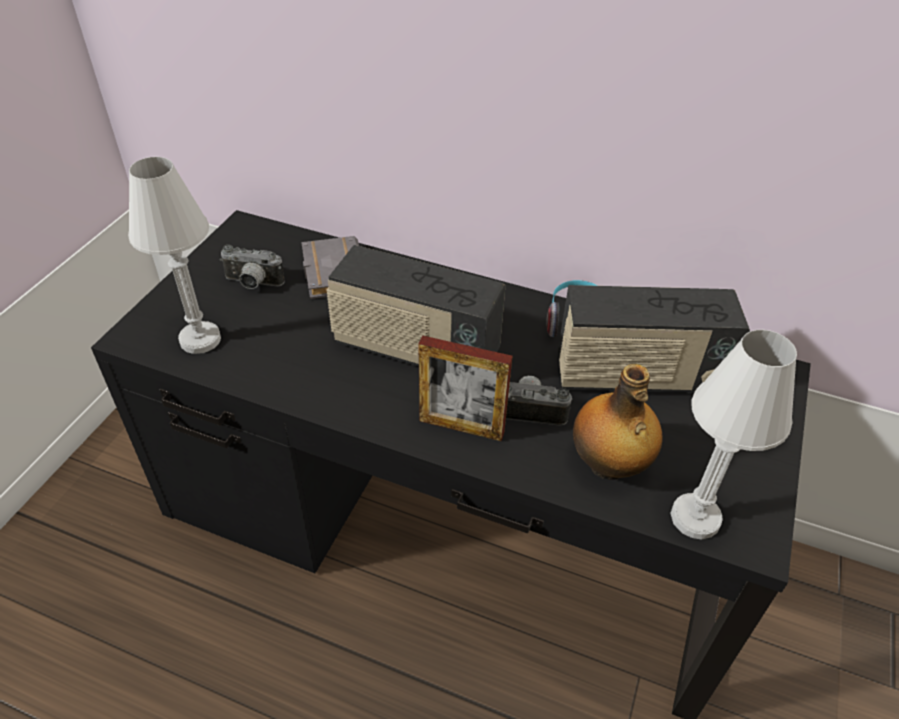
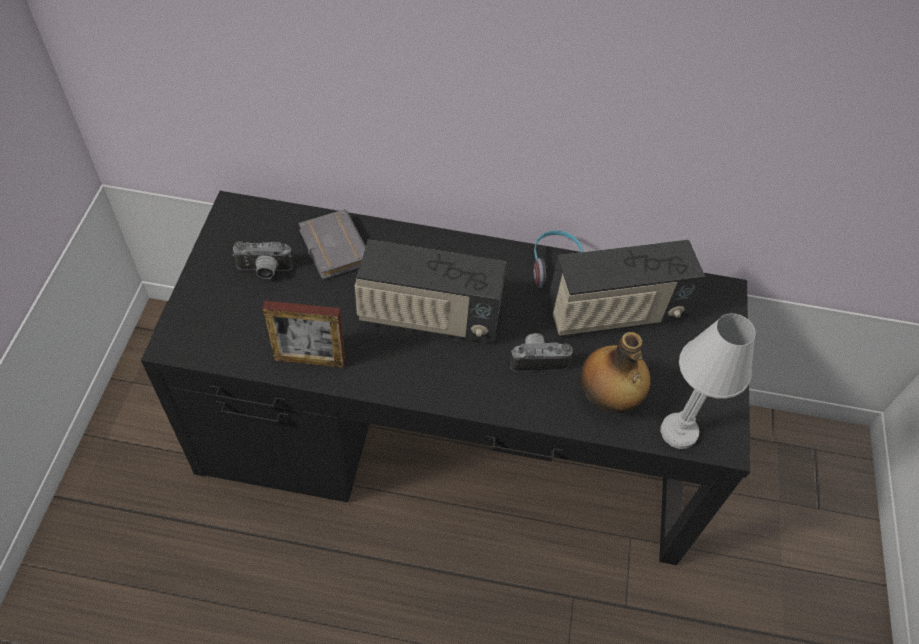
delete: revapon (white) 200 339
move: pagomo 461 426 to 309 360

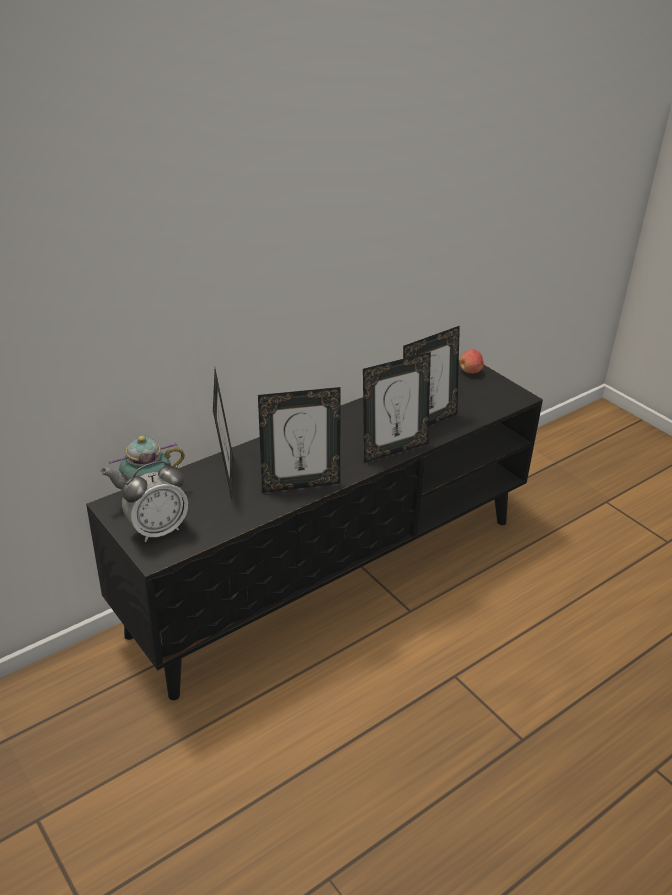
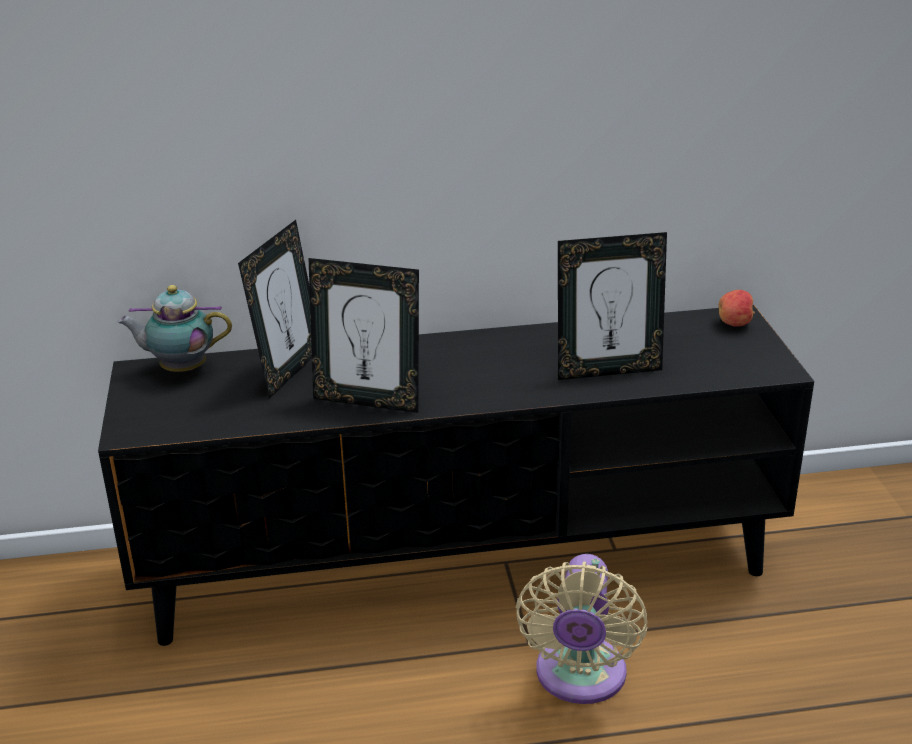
delete: pagomo 393 449; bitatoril 158 530
insert: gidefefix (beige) 579 679

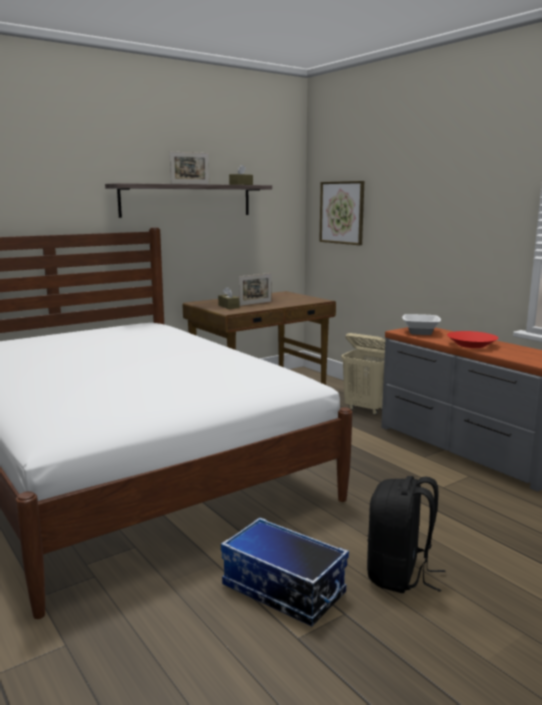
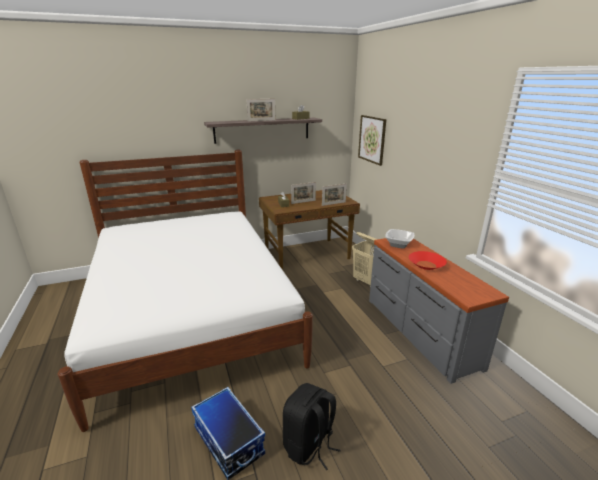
insert: pagomo 333 204

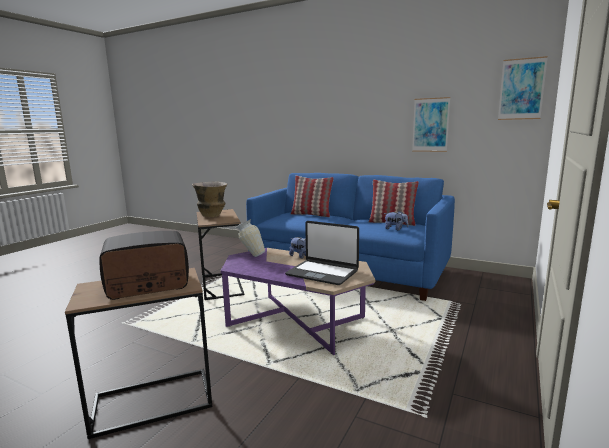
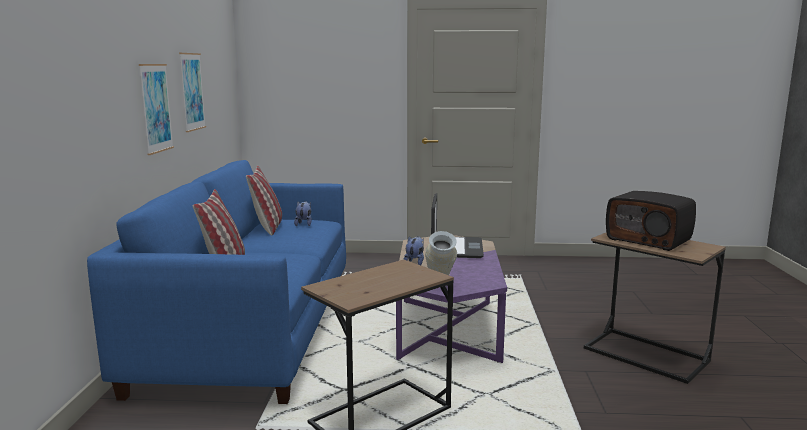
delete: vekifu 212 215
move: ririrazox 521 89 to 156 108

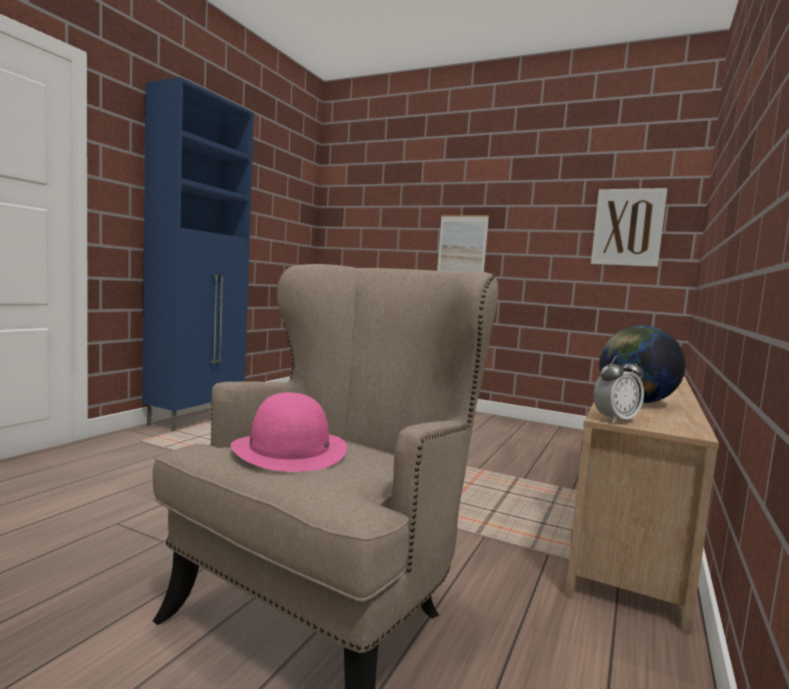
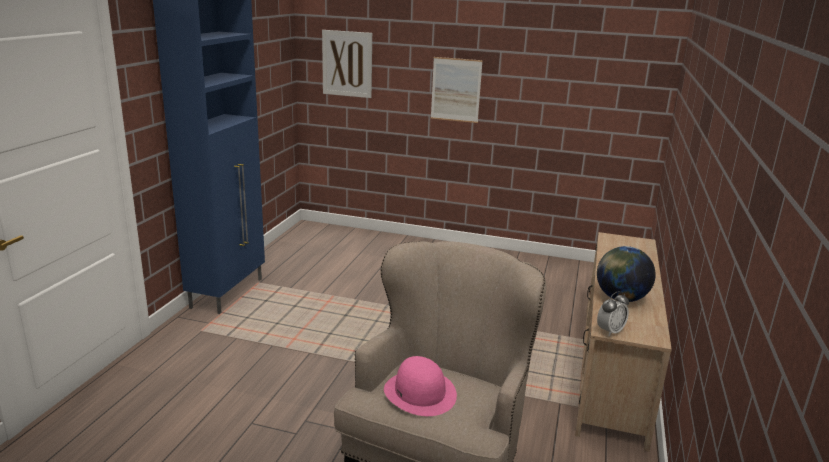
move: ririrazox 627 227 to 347 64

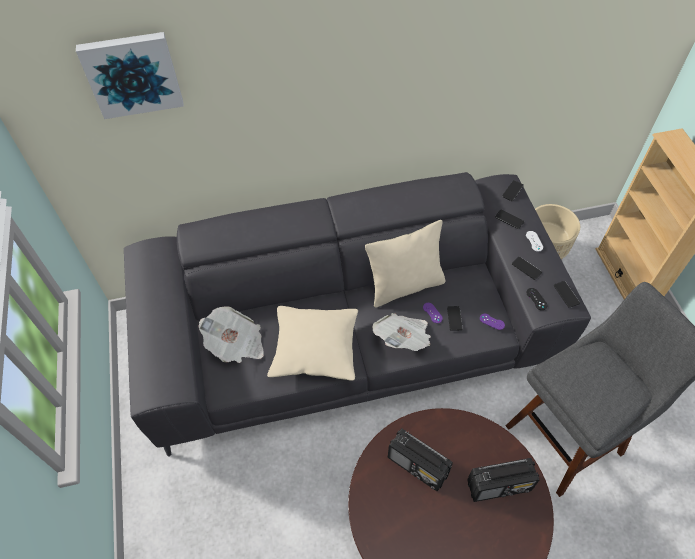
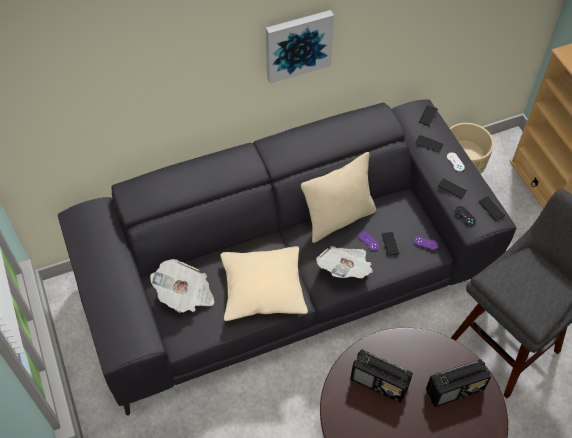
move: ririrazox 132 74 to 298 44

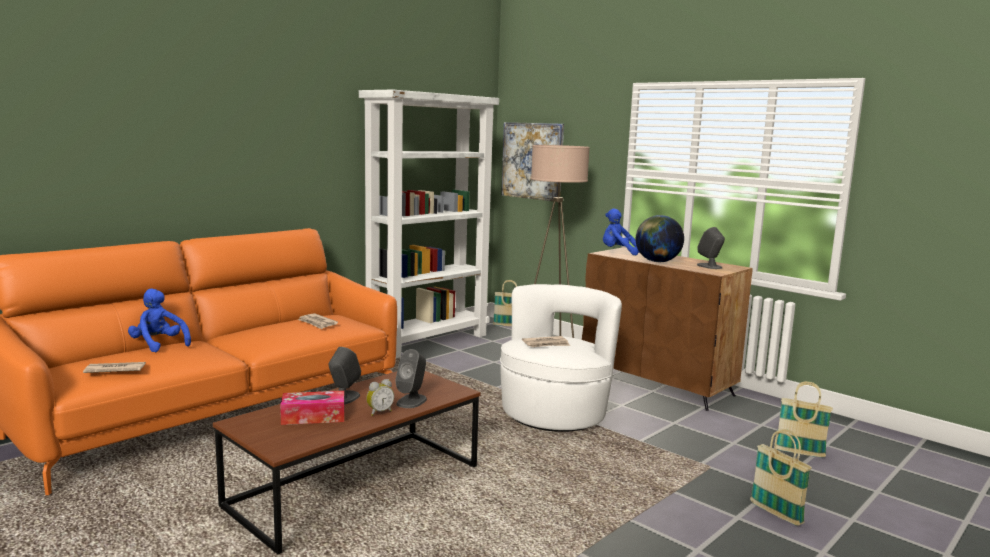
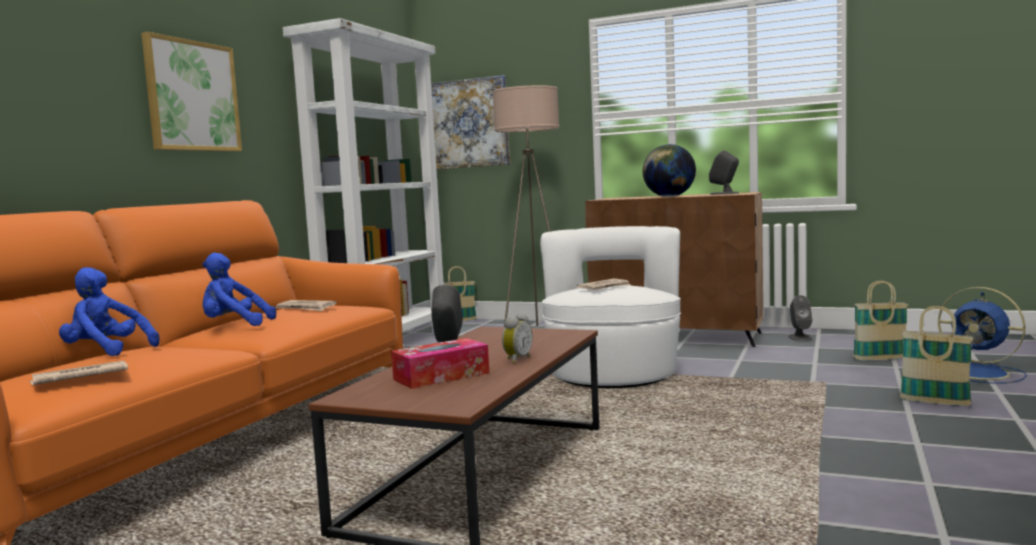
insert: ririrazox 192 96; gidefefix (blue) 981 373
move: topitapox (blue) 618 253 to 234 325; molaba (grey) 412 401 to 800 337

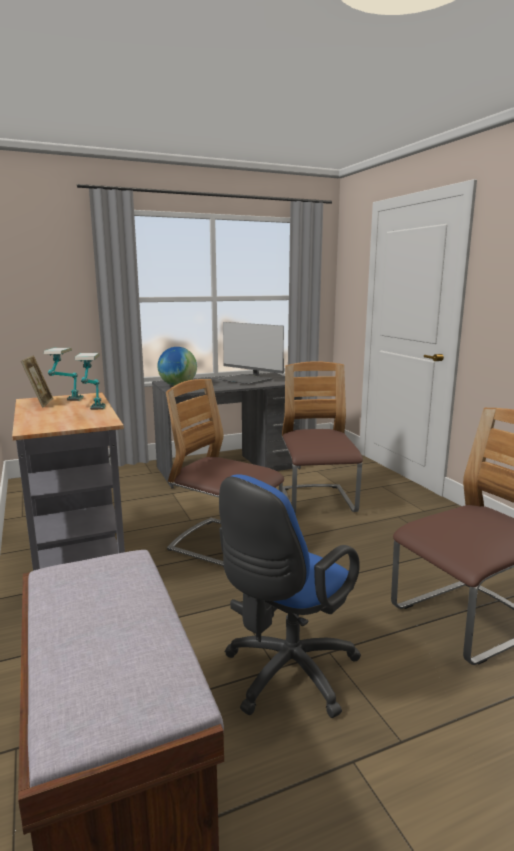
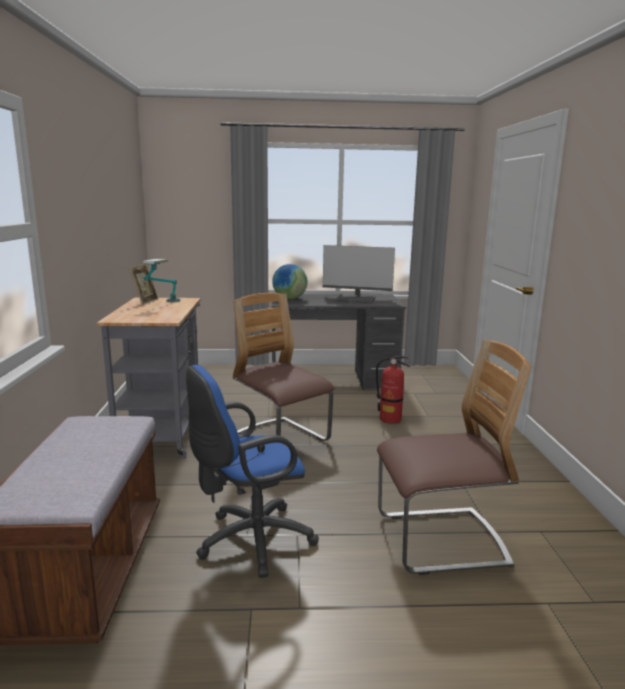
delete: revapon 94 413
replace: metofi 317 502 to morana 390 419
rotate: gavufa 246 380 = 355 299 45 degrees counterclockwise

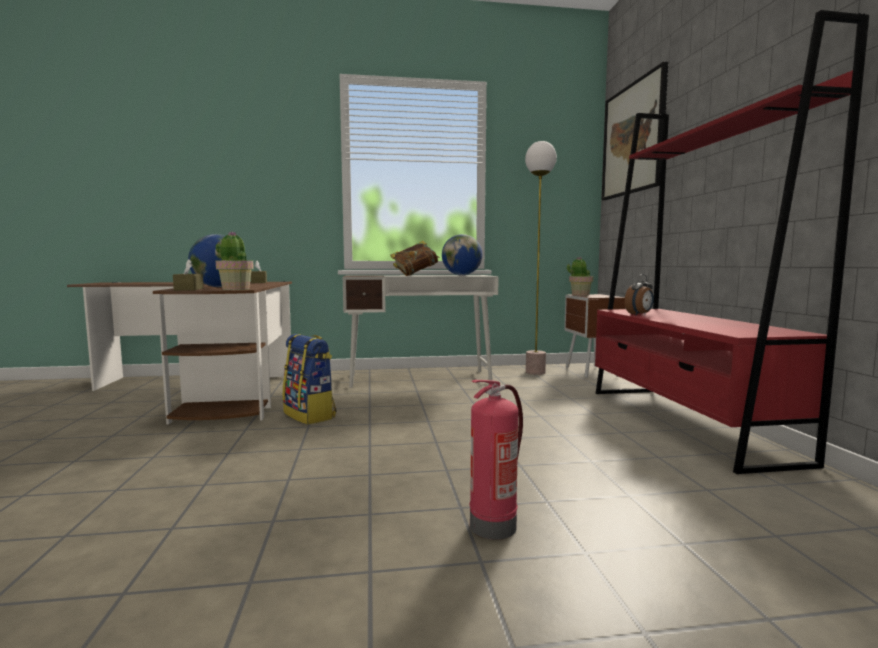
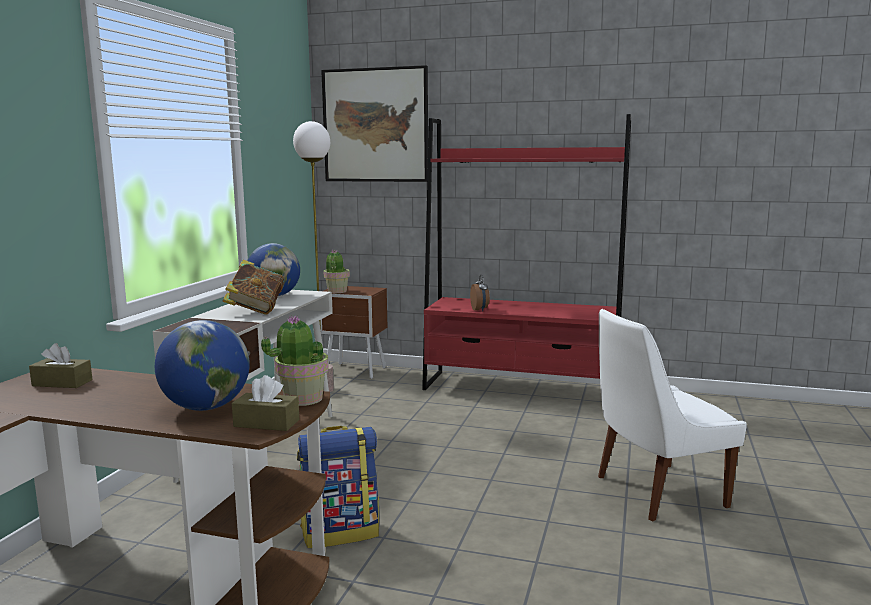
replace: morana 494 525 to metofi (white) 655 492

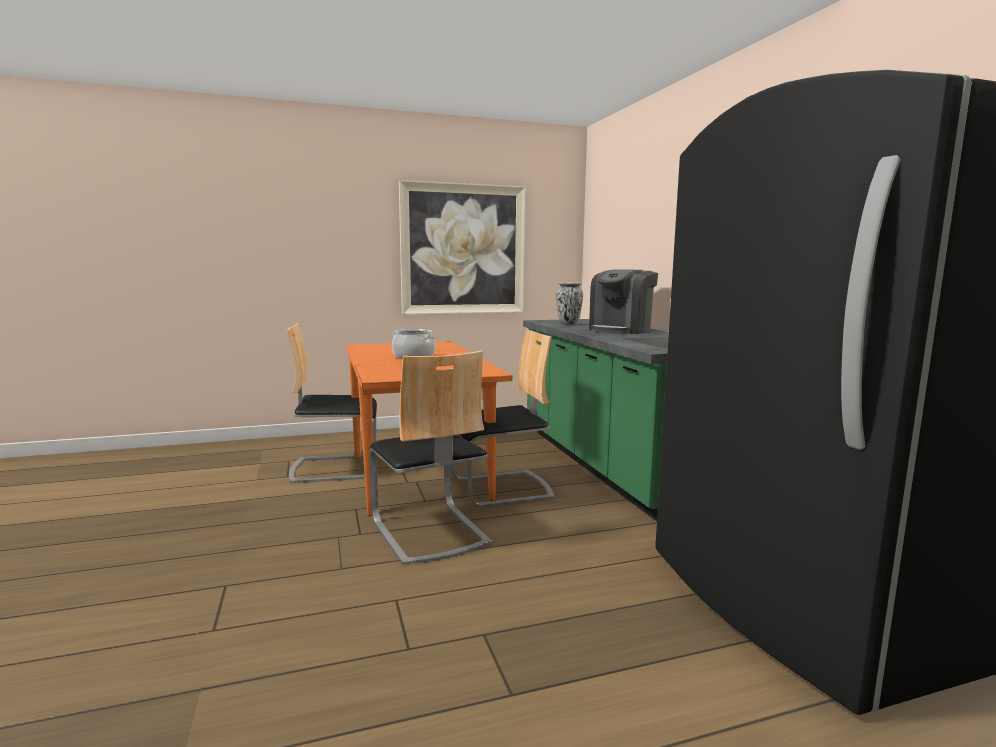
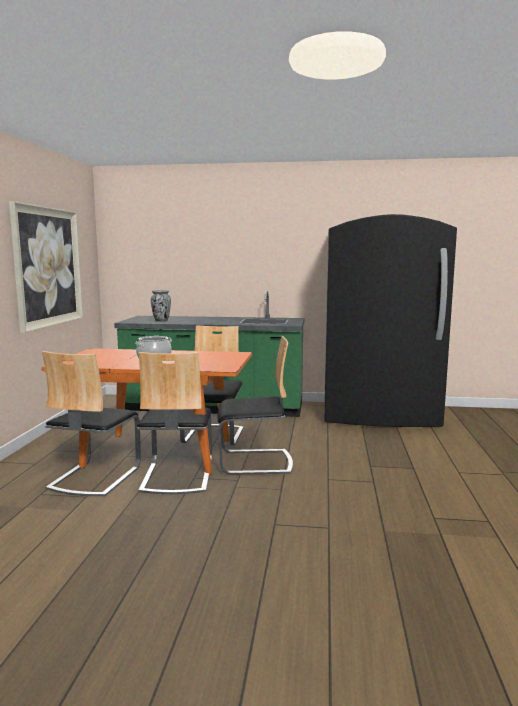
delete: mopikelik 621 330
insert: metofi 176 476

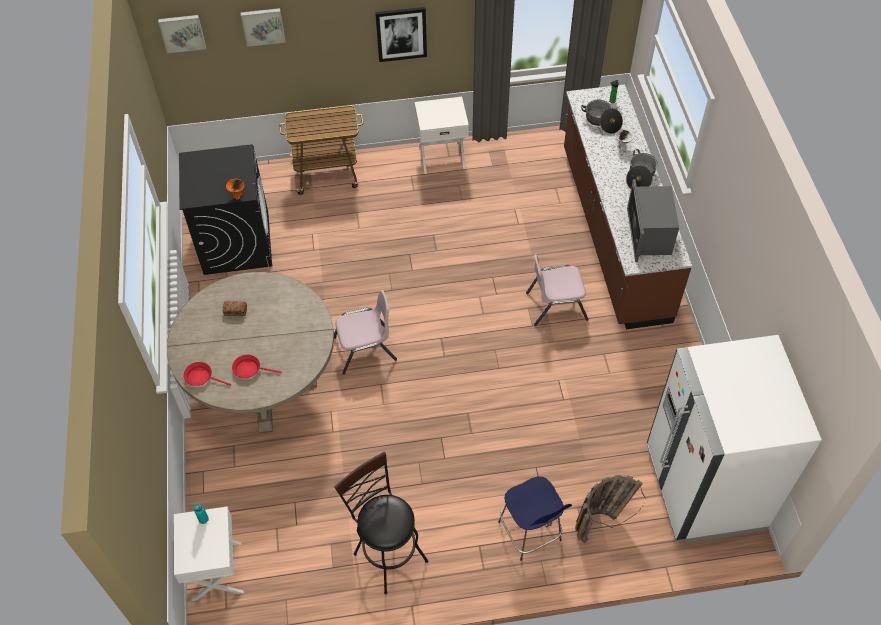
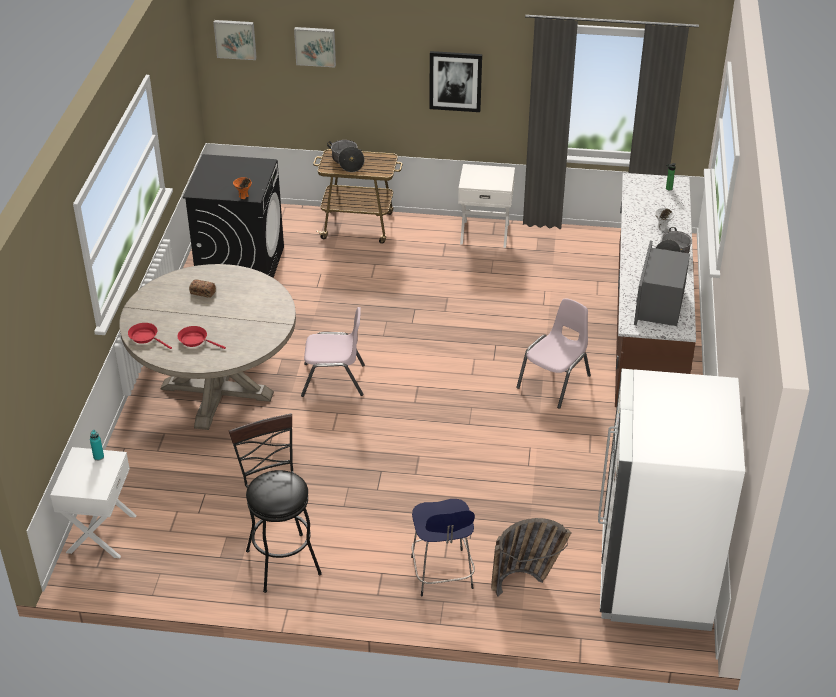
move: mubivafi 602 121 to 347 162
rotate: metofi (pink) 556 305 = 555 382 120 degrees clockwise

